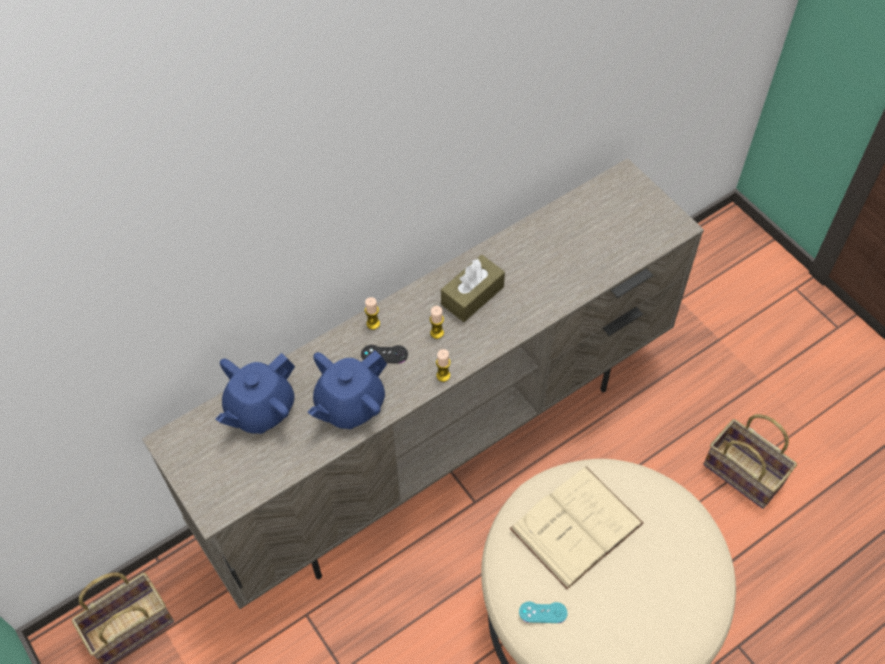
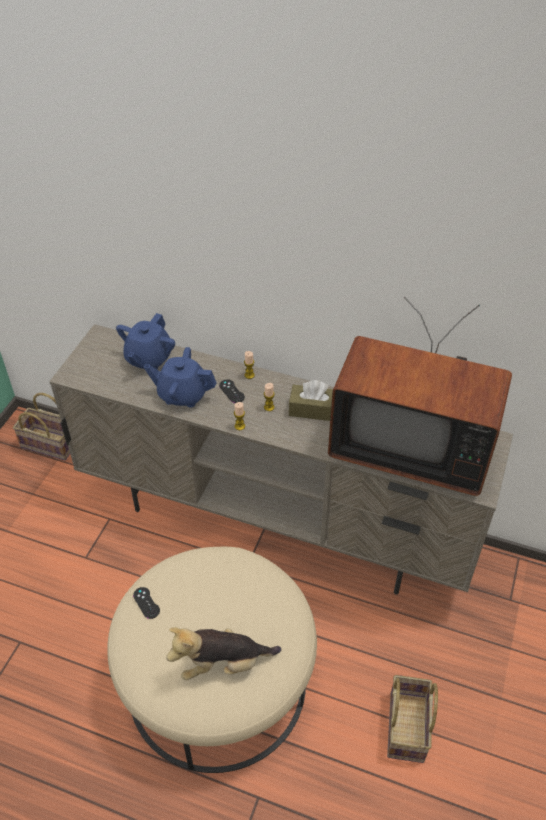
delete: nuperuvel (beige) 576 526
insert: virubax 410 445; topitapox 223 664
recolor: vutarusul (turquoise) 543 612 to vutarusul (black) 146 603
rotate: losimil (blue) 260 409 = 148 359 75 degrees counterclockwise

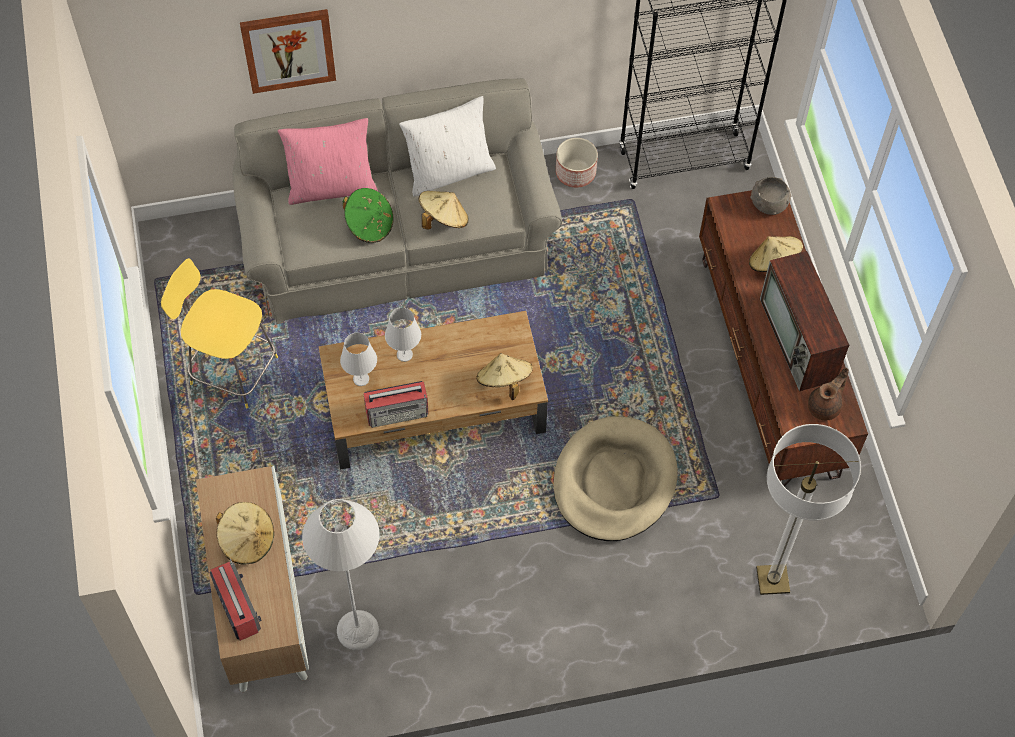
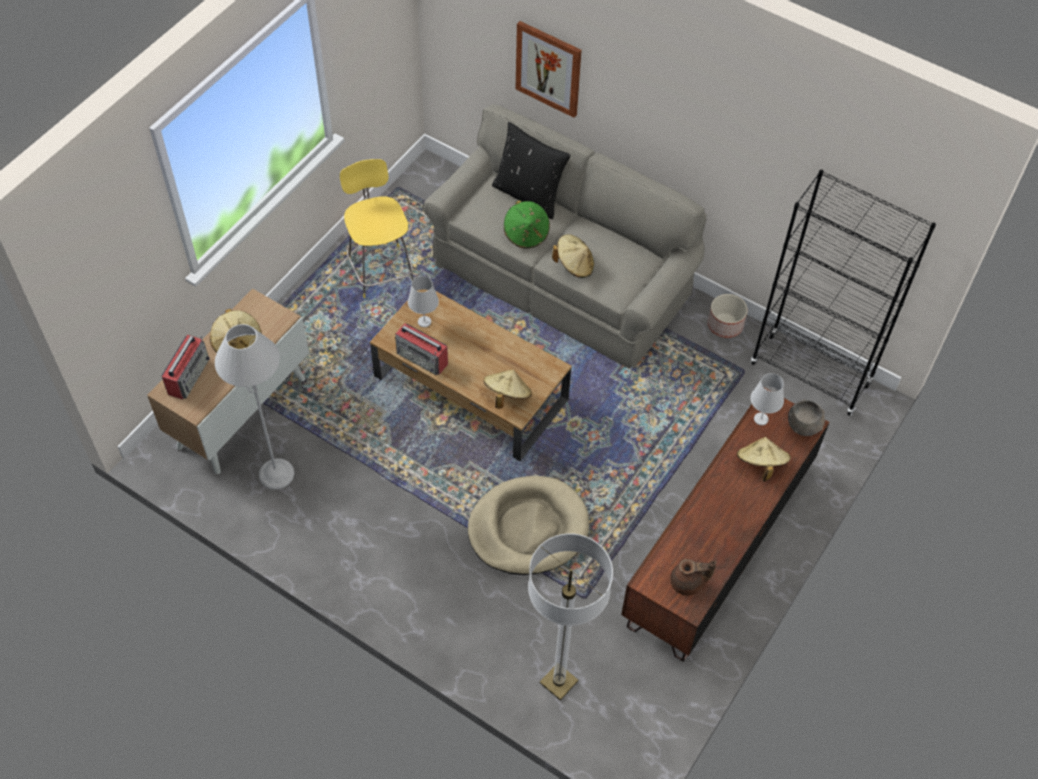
delete: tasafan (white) 449 171; virubax 799 341
move: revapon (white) 404 354 to 760 419
recolor: tasafan (pink) 331 186 to tasafan (black) 529 195

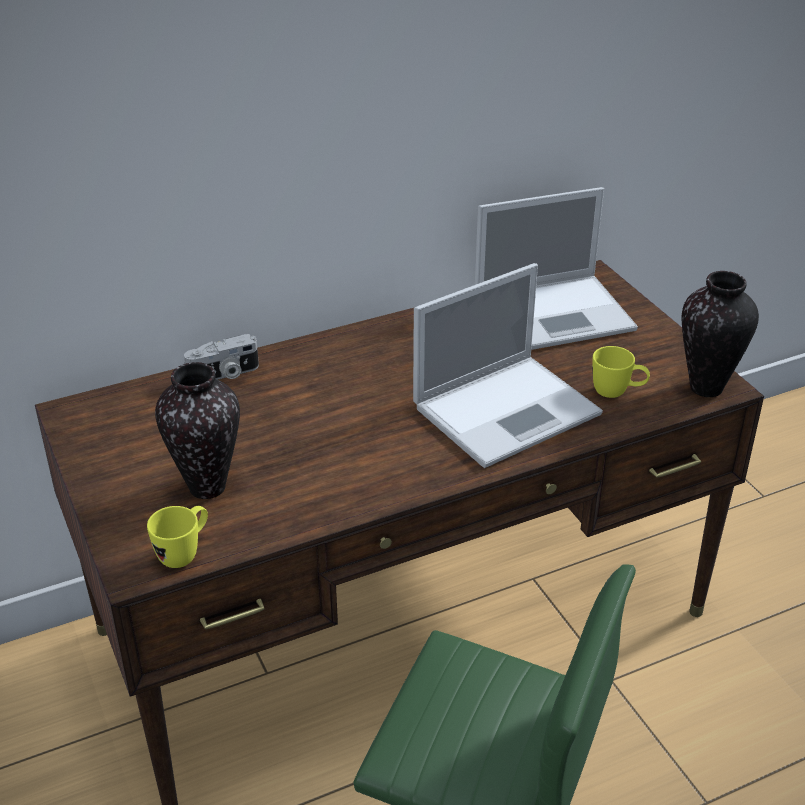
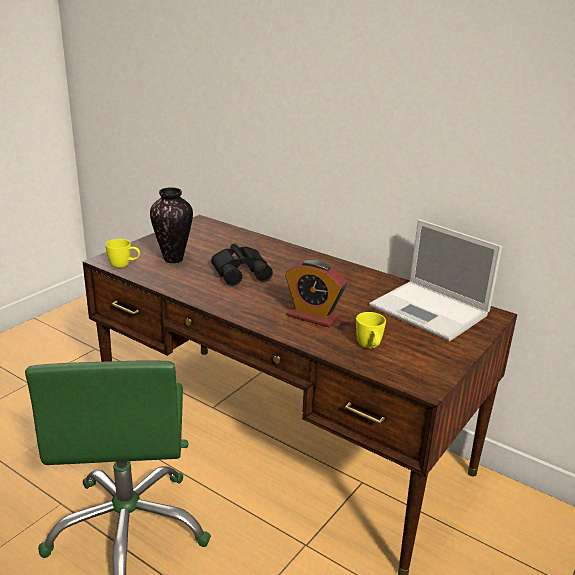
delete: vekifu 706 389; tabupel 224 375
insert: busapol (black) 241 271
replace: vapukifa 509 409 to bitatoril 313 316

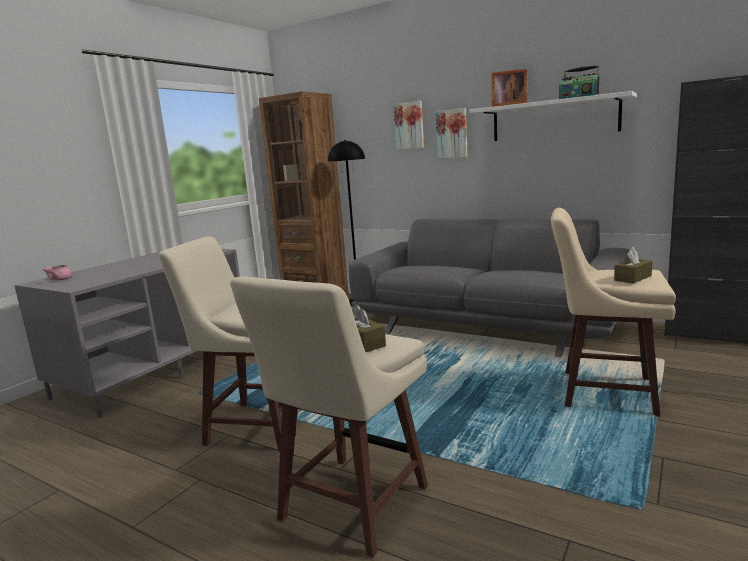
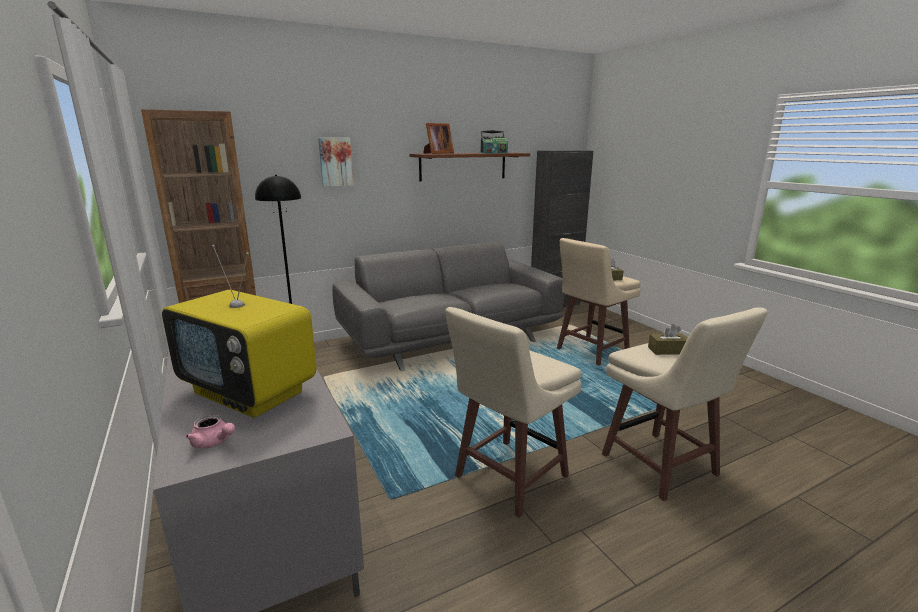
delete: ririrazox 452 133
insert: virubax 251 393
recolor: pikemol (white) 554 119 to pikemol (brown) 463 166

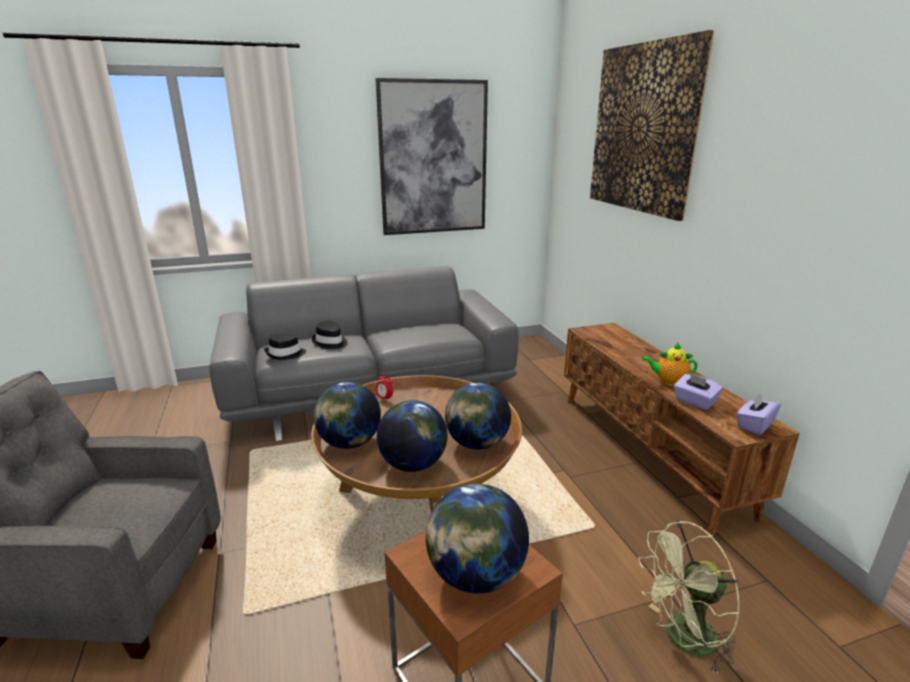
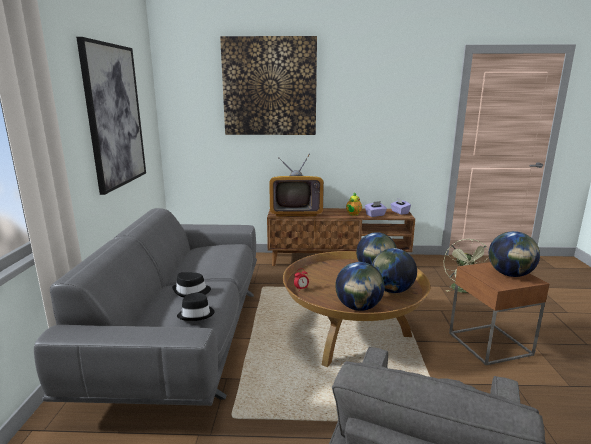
insert: virubax 296 212

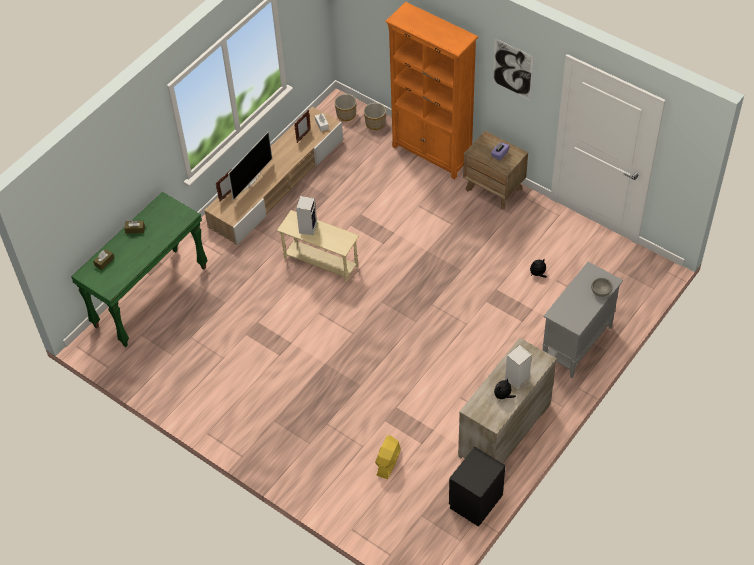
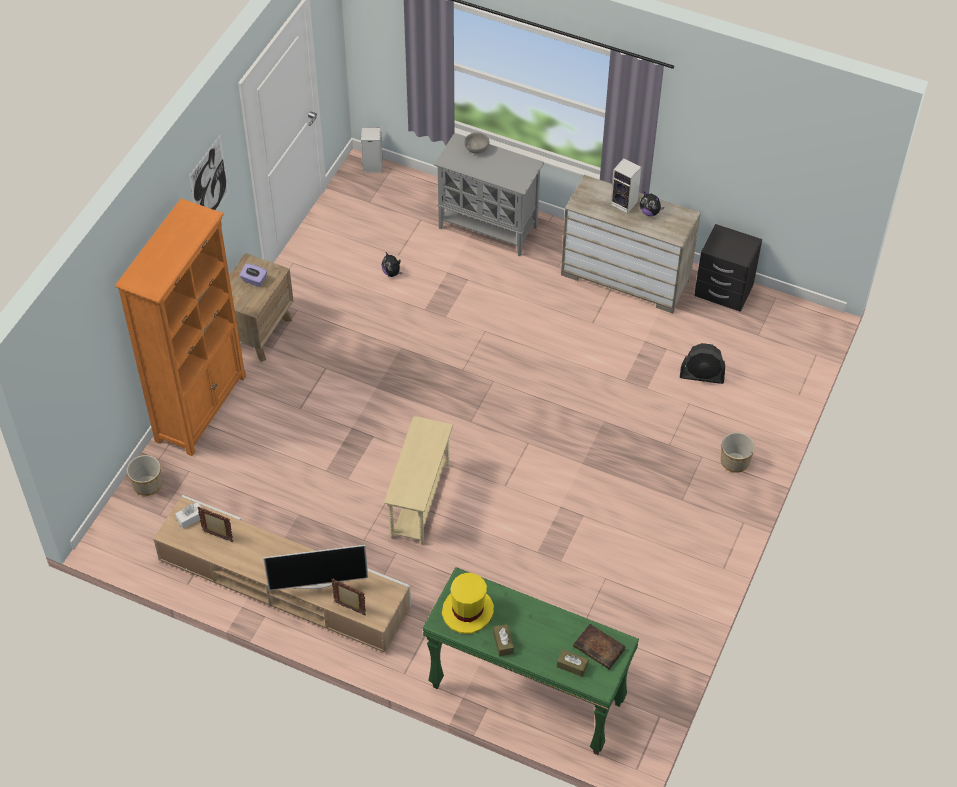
insert: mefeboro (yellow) 468 611; nuperuvel 600 648
move: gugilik 346 114 to 734 461; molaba 308 227 to 371 167
recolor: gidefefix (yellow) 388 462 to gidefefix (black) 702 375
rotate: virubax 251 181 = 318 584 150 degrees clockwise

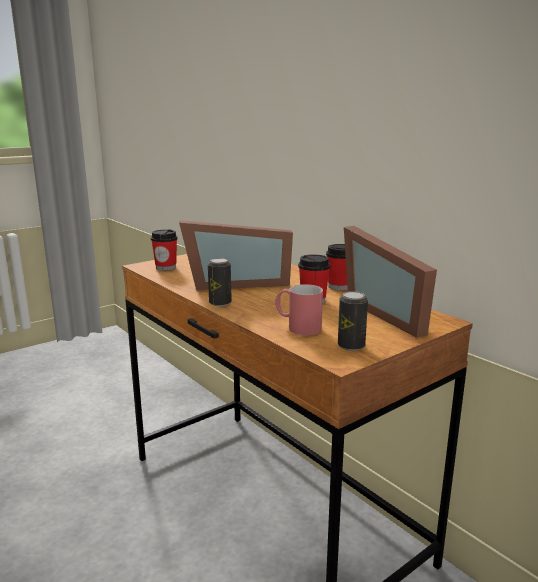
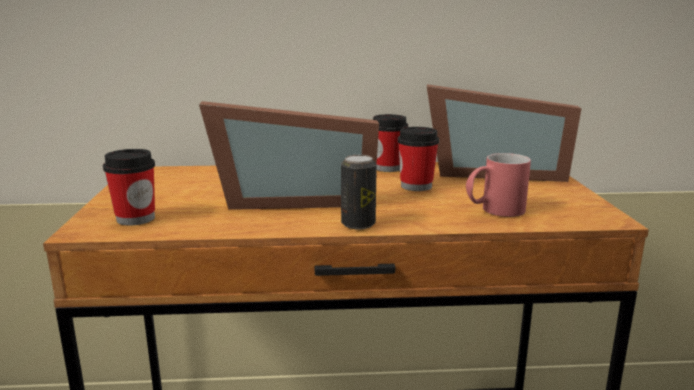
delete: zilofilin 351 346
rotate: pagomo 236 283 = 294 200 60 degrees clockwise

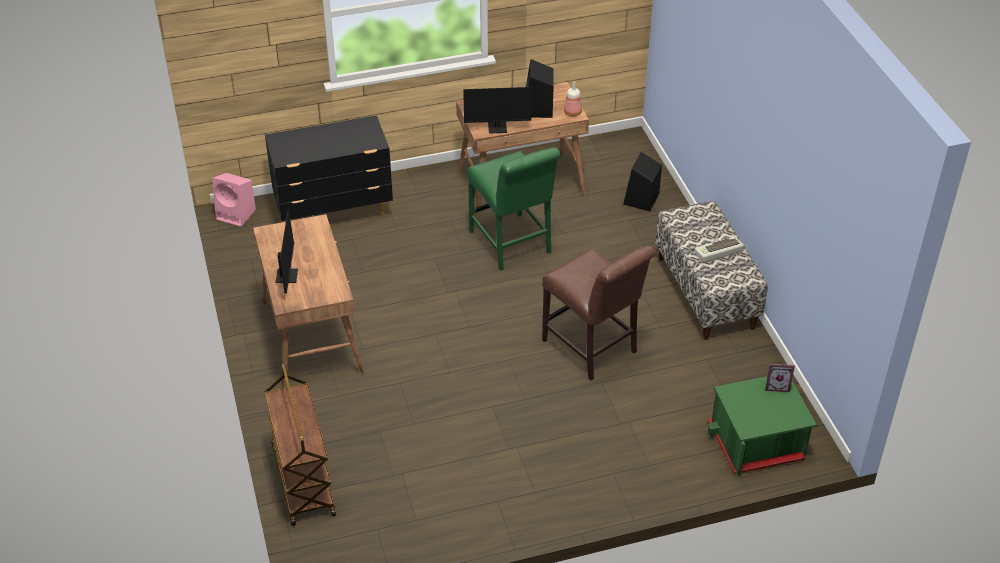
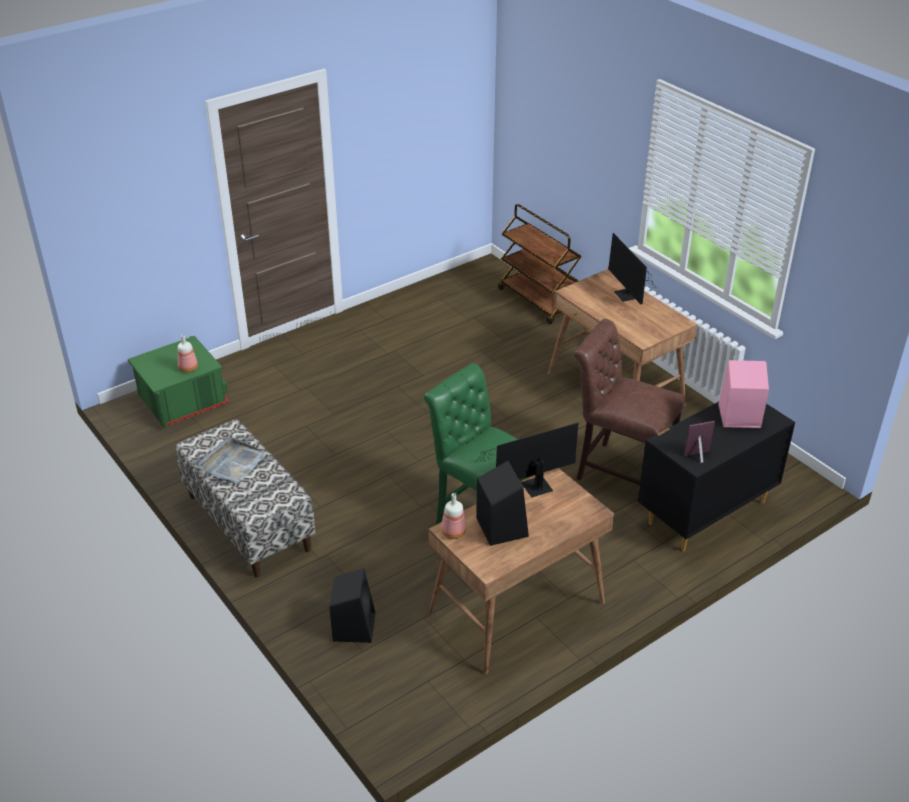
insert: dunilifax 187 368
move: molaba (pink) 237 214 to 738 416; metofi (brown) 592 349 to 619 471; pagomo 777 386 to 699 457
replace: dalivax 718 252 to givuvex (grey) 231 463

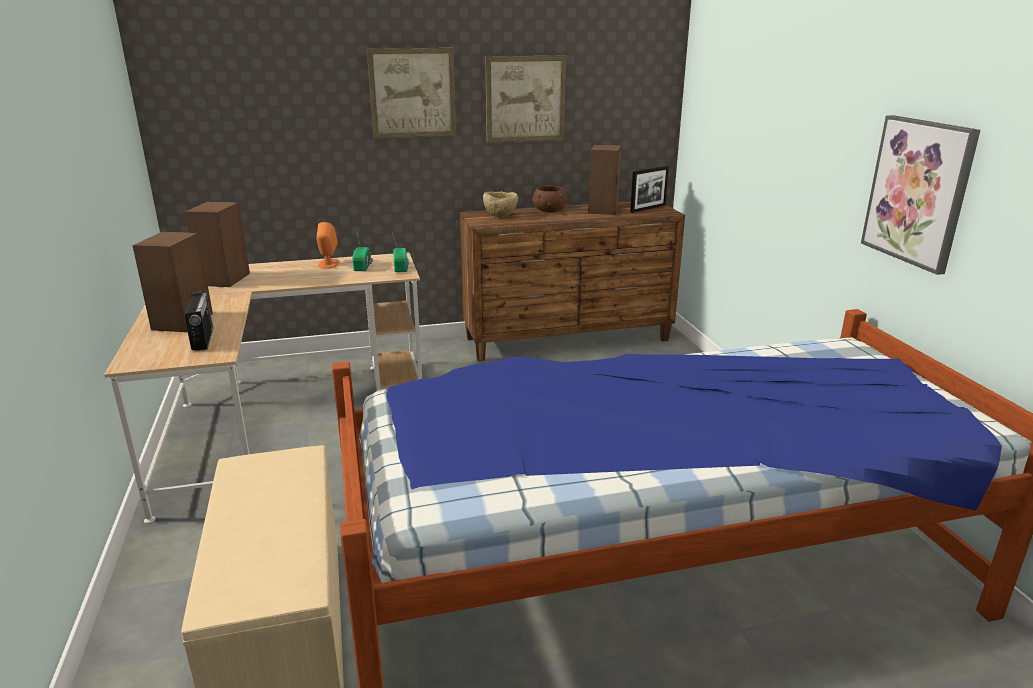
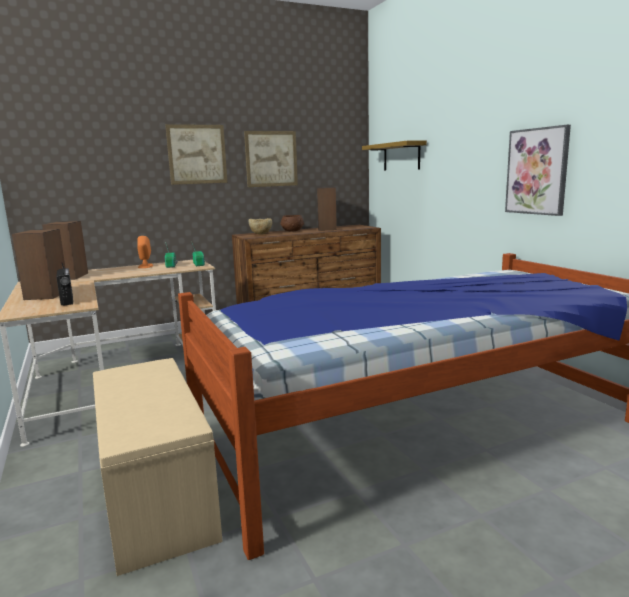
delete: pagomo 648 208
insert: pikemol 401 156

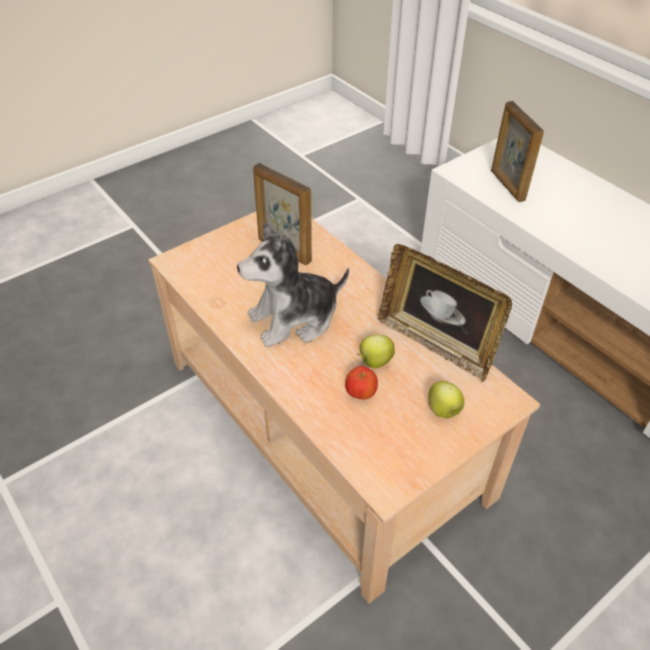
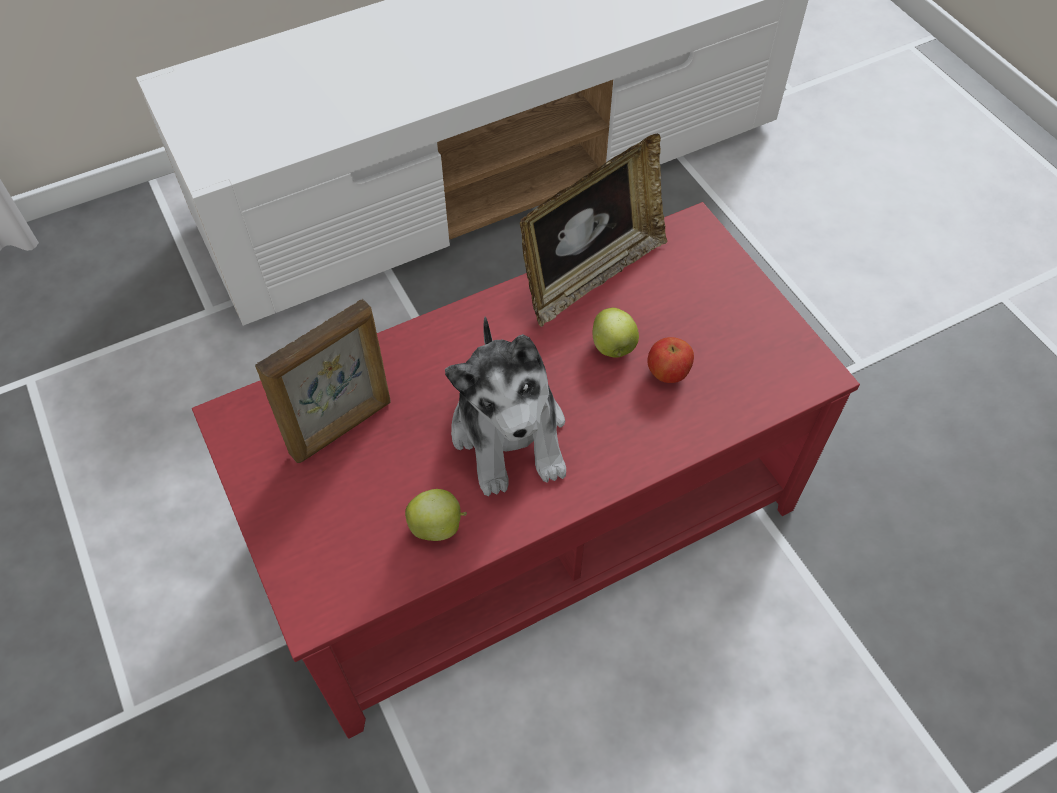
delete: pagomo 507 186
move: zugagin 444 411 to 438 526
recolor: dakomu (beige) 327 426 to dakomu (red) 527 514

